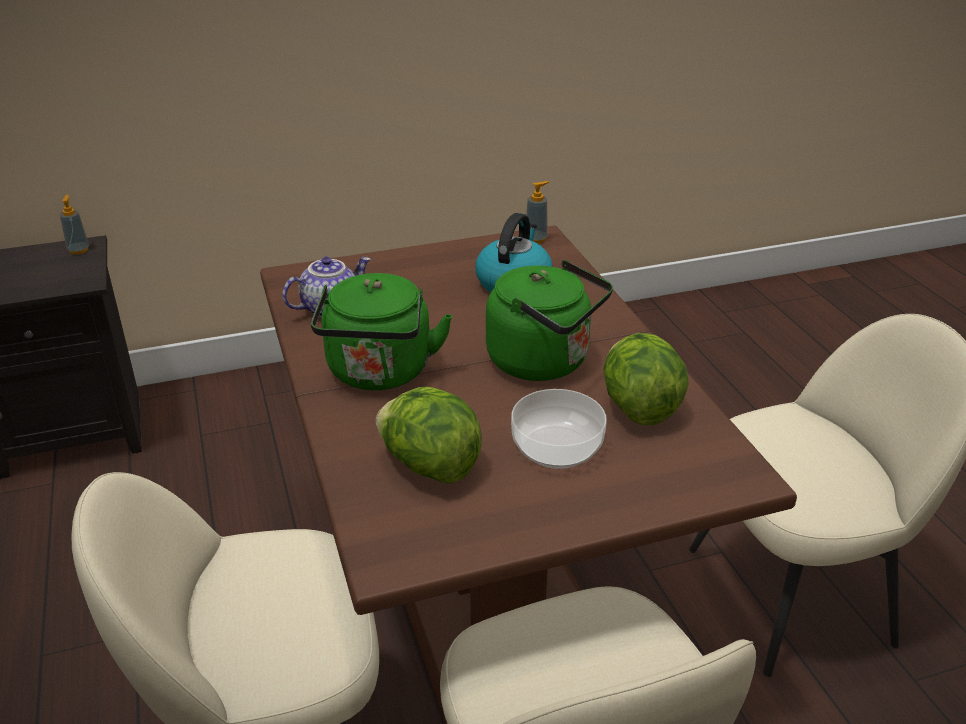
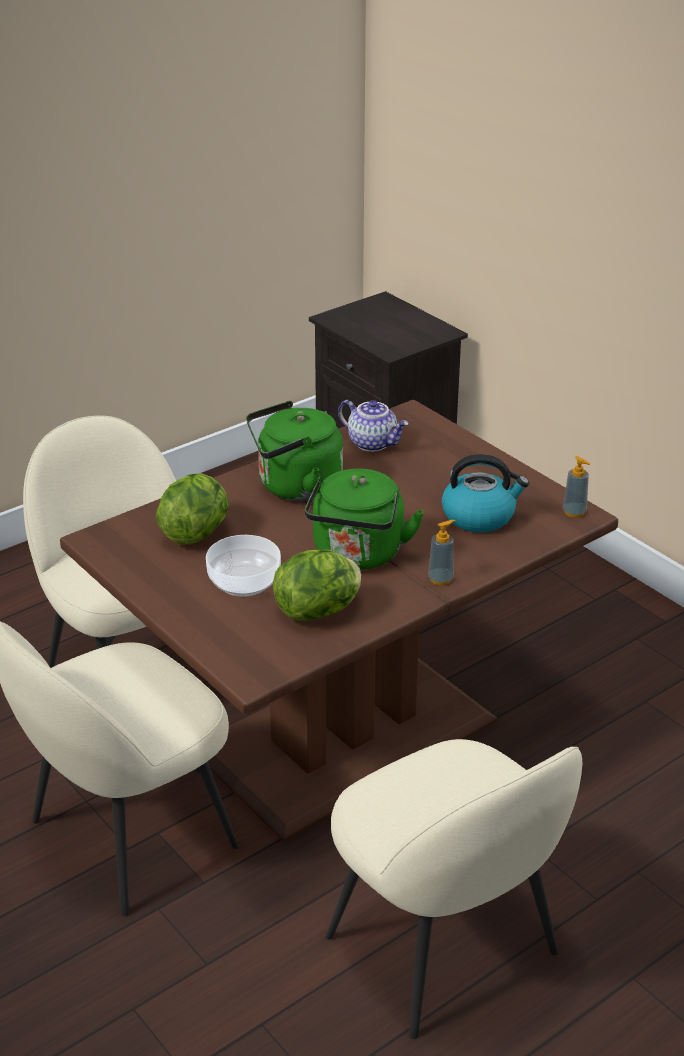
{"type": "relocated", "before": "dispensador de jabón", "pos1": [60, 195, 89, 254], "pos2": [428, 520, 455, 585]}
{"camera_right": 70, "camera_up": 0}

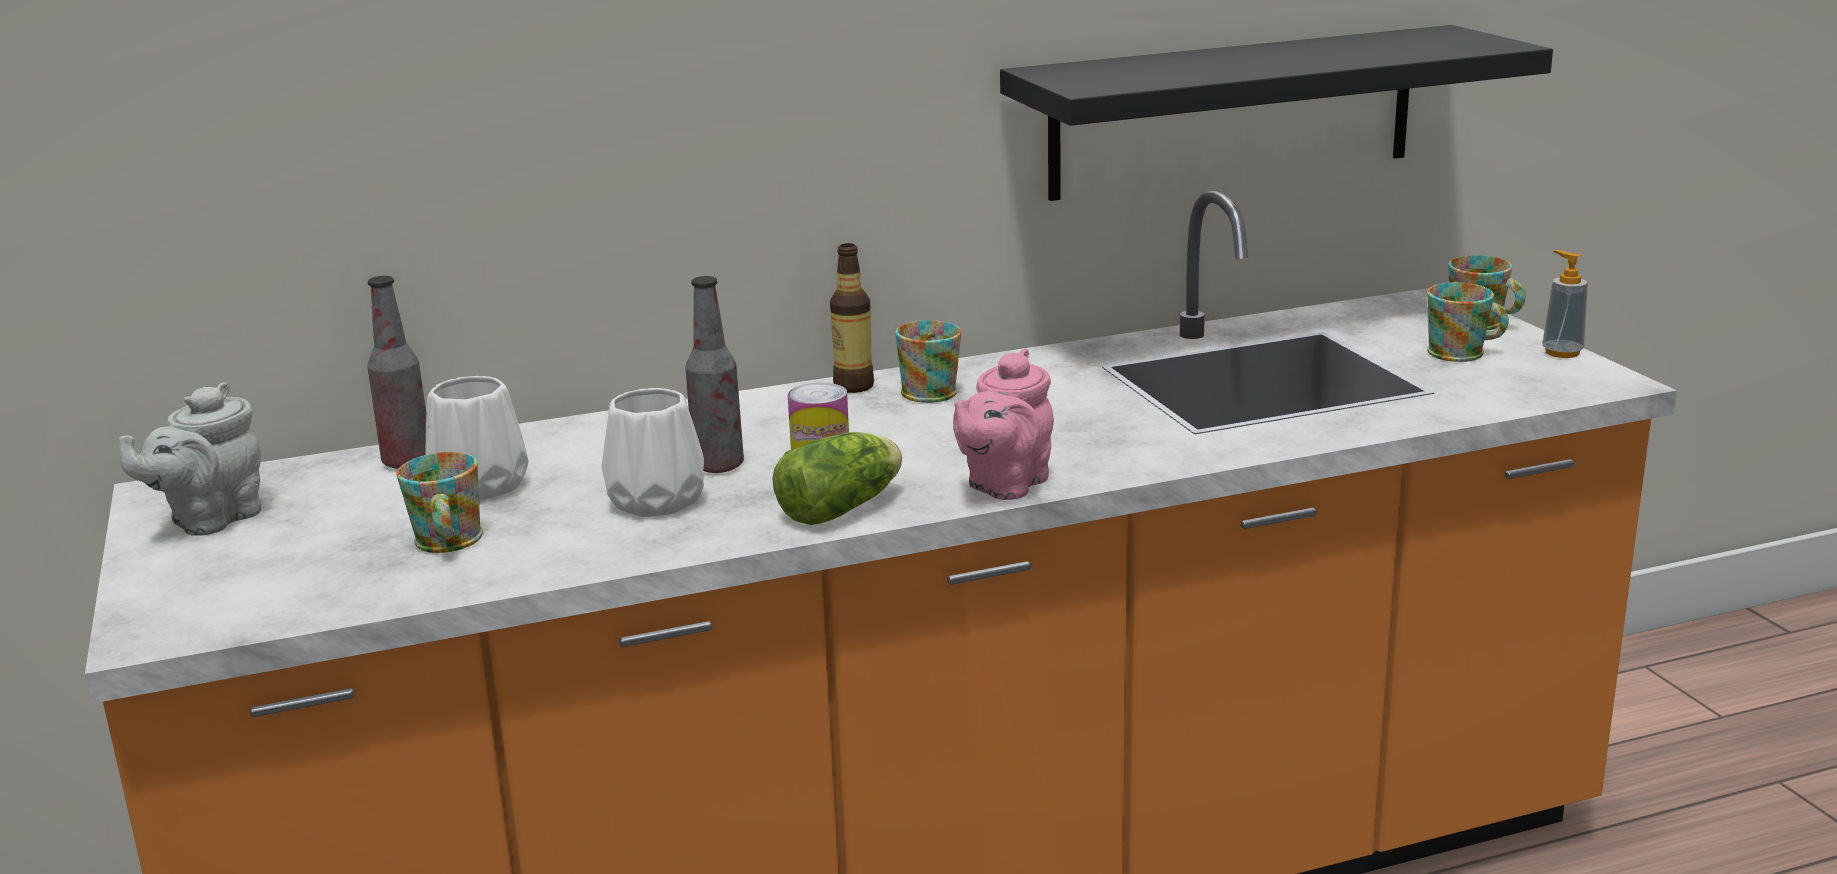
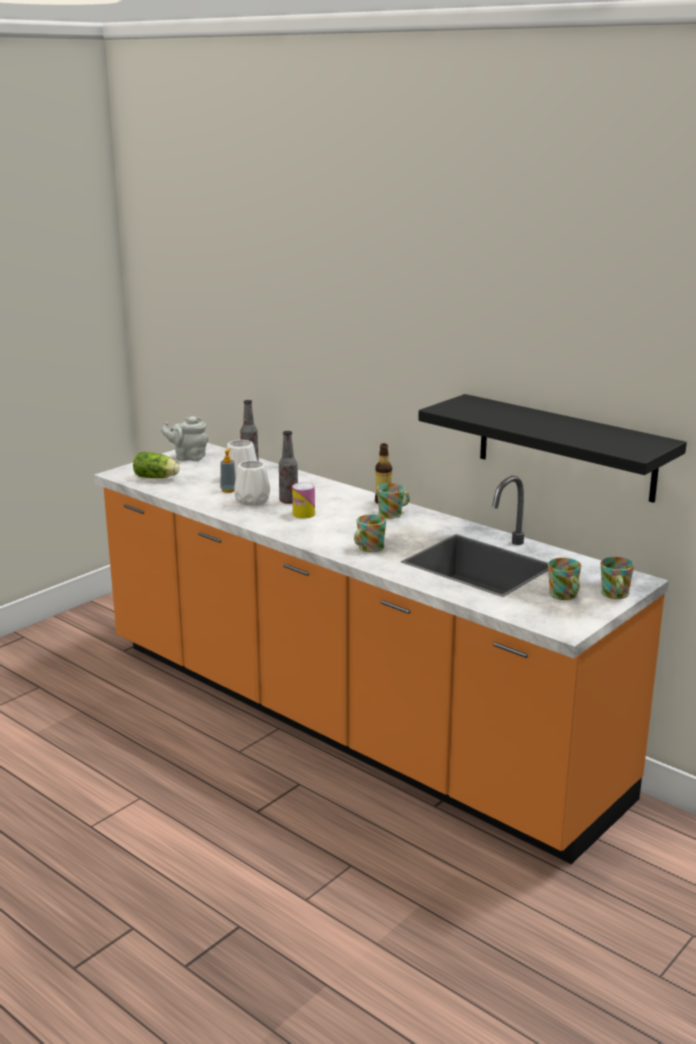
{"type": "relocated", "before": "taza grande", "pos1": [397, 452, 483, 553], "pos2": [354, 514, 386, 552]}
{"type": "relocated", "before": "lechuga", "pos1": [772, 432, 902, 525], "pos2": [133, 452, 180, 478]}
{"type": "missing", "before": "tetera/rosa", "pos1": [953, 348, 1054, 500]}
{"type": "relocated", "before": "dispensador de jabón", "pos1": [1542, 250, 1588, 358], "pos2": [220, 448, 236, 493]}
{"camera_right": 60, "camera_up": 0}

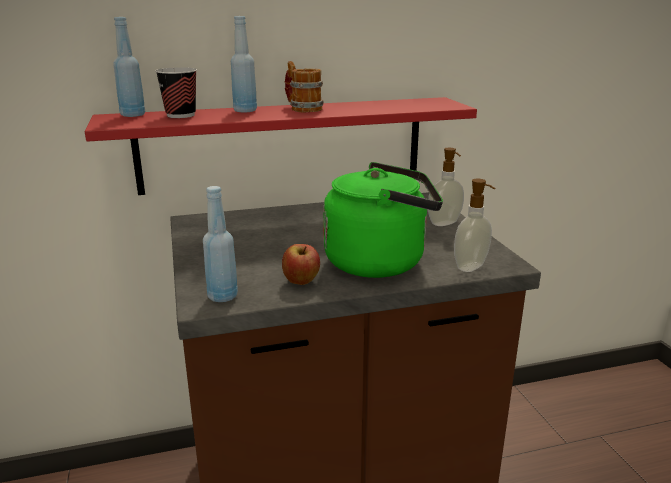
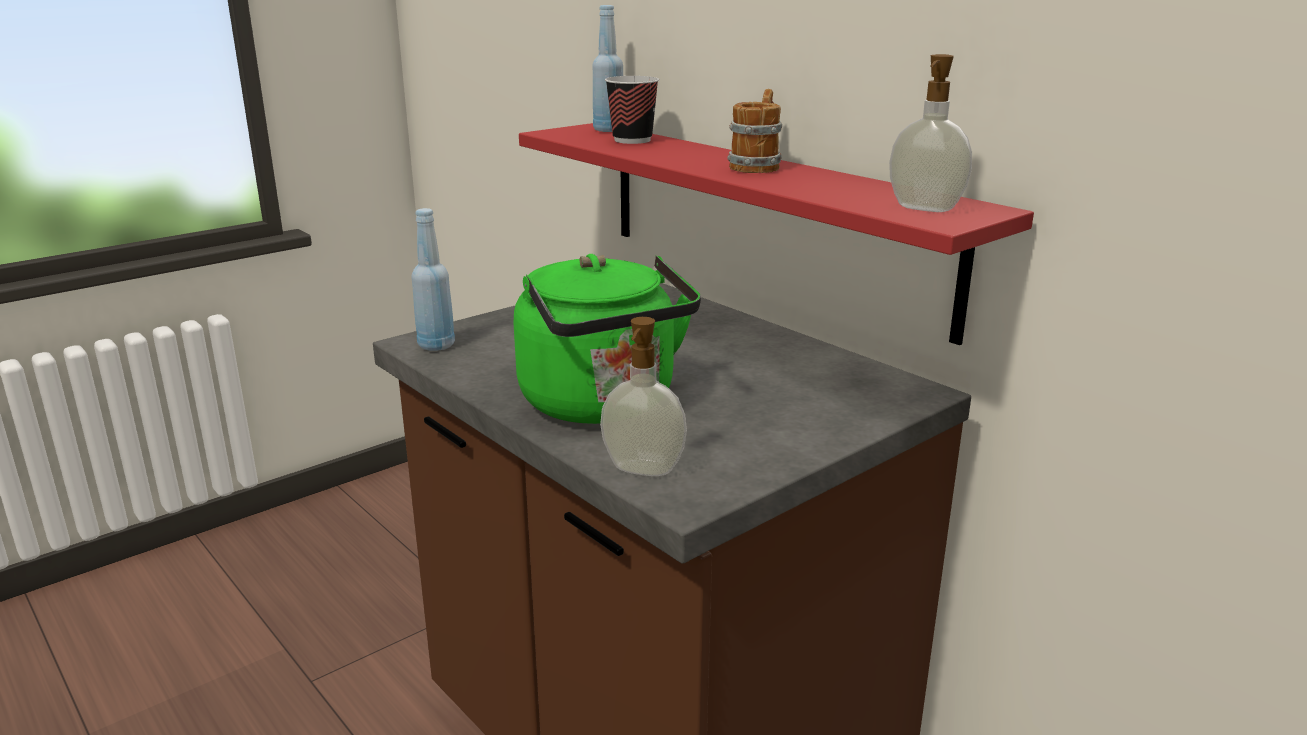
{"type": "missing", "before": "botella/azul", "pos1": [231, 16, 257, 112]}
{"type": "missing", "before": "manzana", "pos1": [282, 244, 320, 285]}
{"type": "relocated", "before": "dispensador de jabón", "pos1": [428, 148, 464, 226], "pos2": [889, 54, 972, 212]}
{"camera_right": 65, "camera_up": 0}

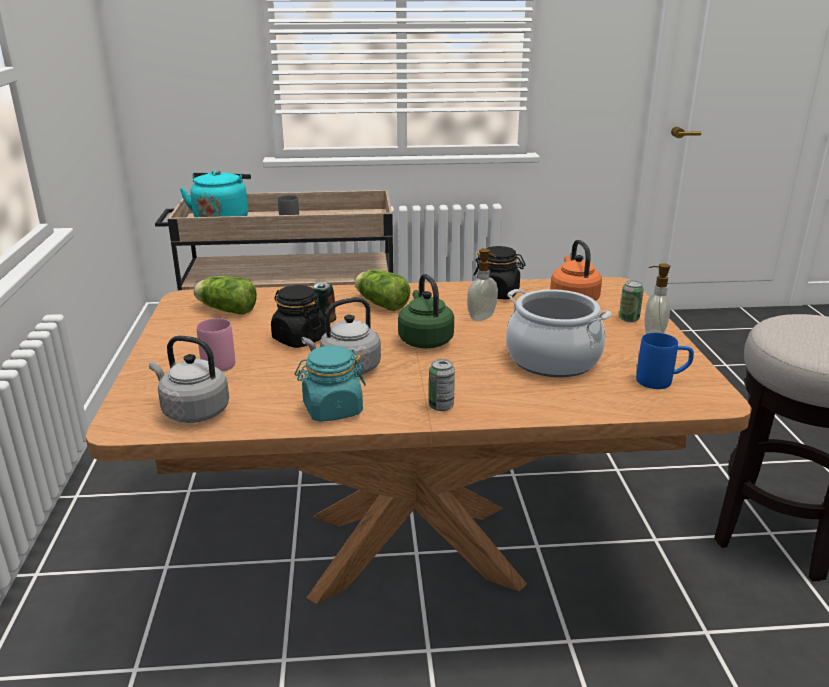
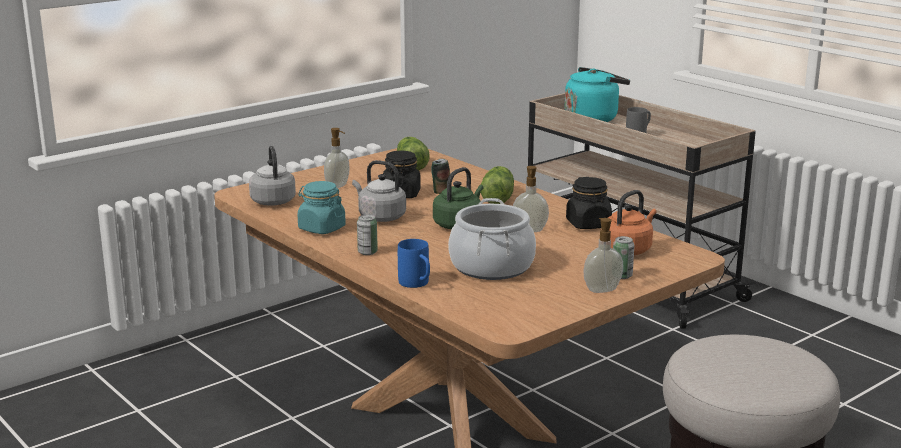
{"type": "exchanged", "before": "taza grande/rosa", "after": "dispensador de jabón", "pos1": [197, 318, 235, 371], "pos2": [324, 128, 350, 189]}
{"type": "relocated", "before": "taza grande/azul", "pos1": [636, 333, 694, 389], "pos2": [398, 239, 430, 288]}
{"camera_right": 55, "camera_up": -5}

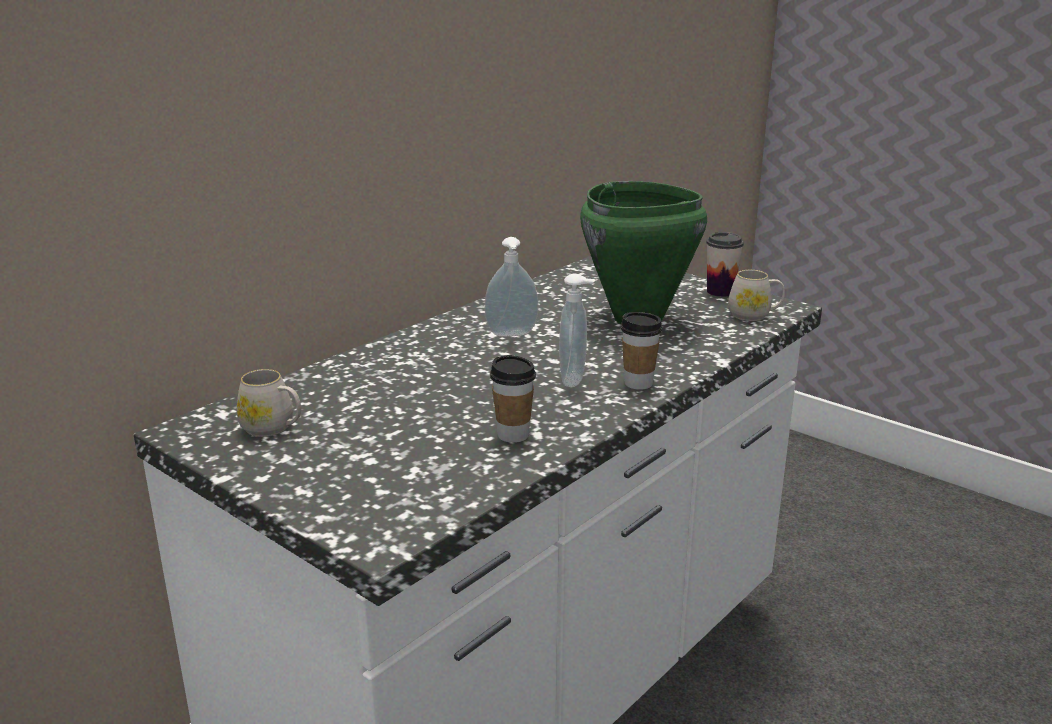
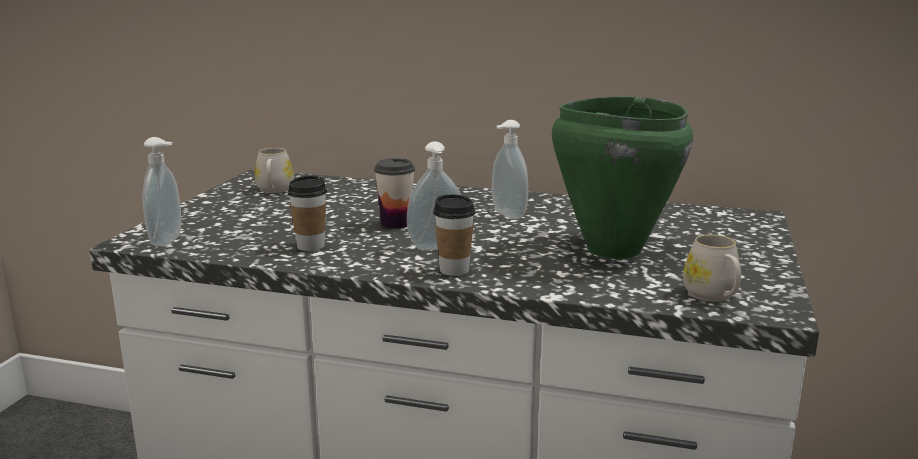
{"type": "relocated", "before": "taza", "pos1": [706, 232, 744, 297], "pos2": [374, 158, 415, 229]}
{"type": "appeared", "after": "dispensador de jabón", "pos2": [142, 137, 181, 246]}
{"camera_right": 65, "camera_up": -5}

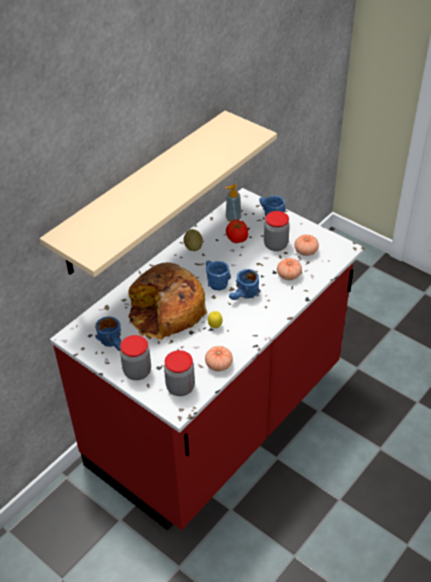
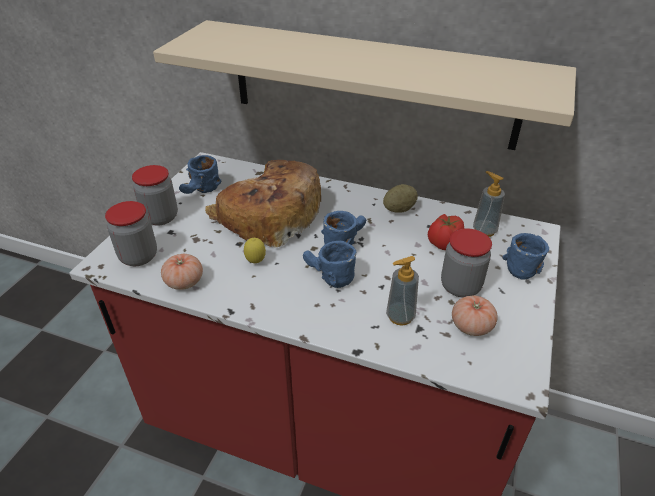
{"type": "exchanged", "before": "tomate", "after": "dispensador de jabón", "pos1": [277, 258, 302, 280], "pos2": [386, 256, 419, 326]}
{"camera_right": 70, "camera_up": -5}

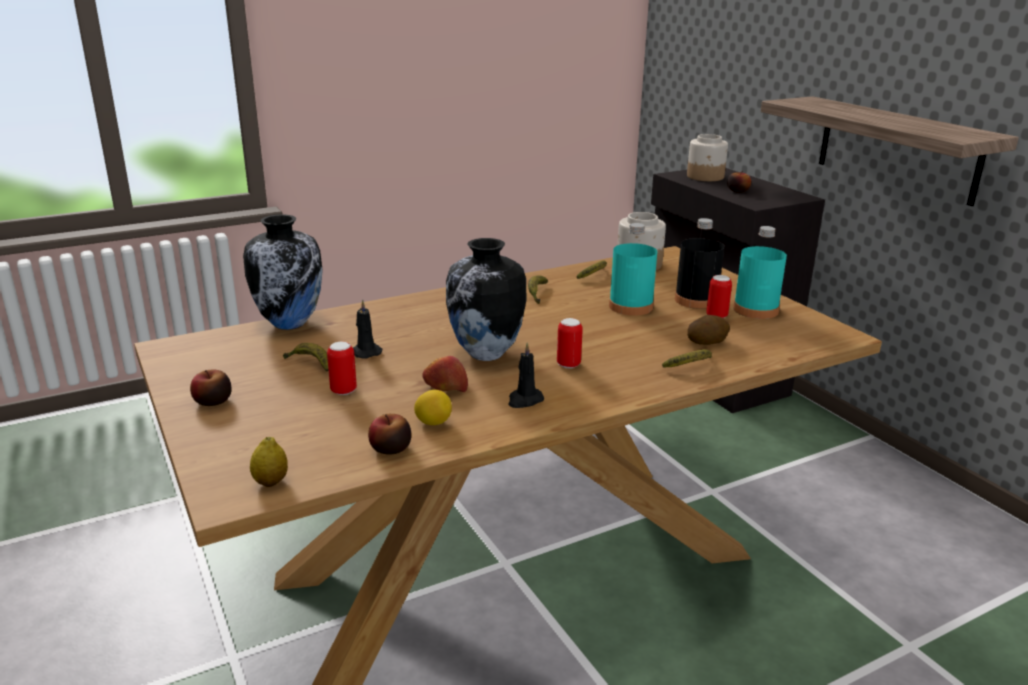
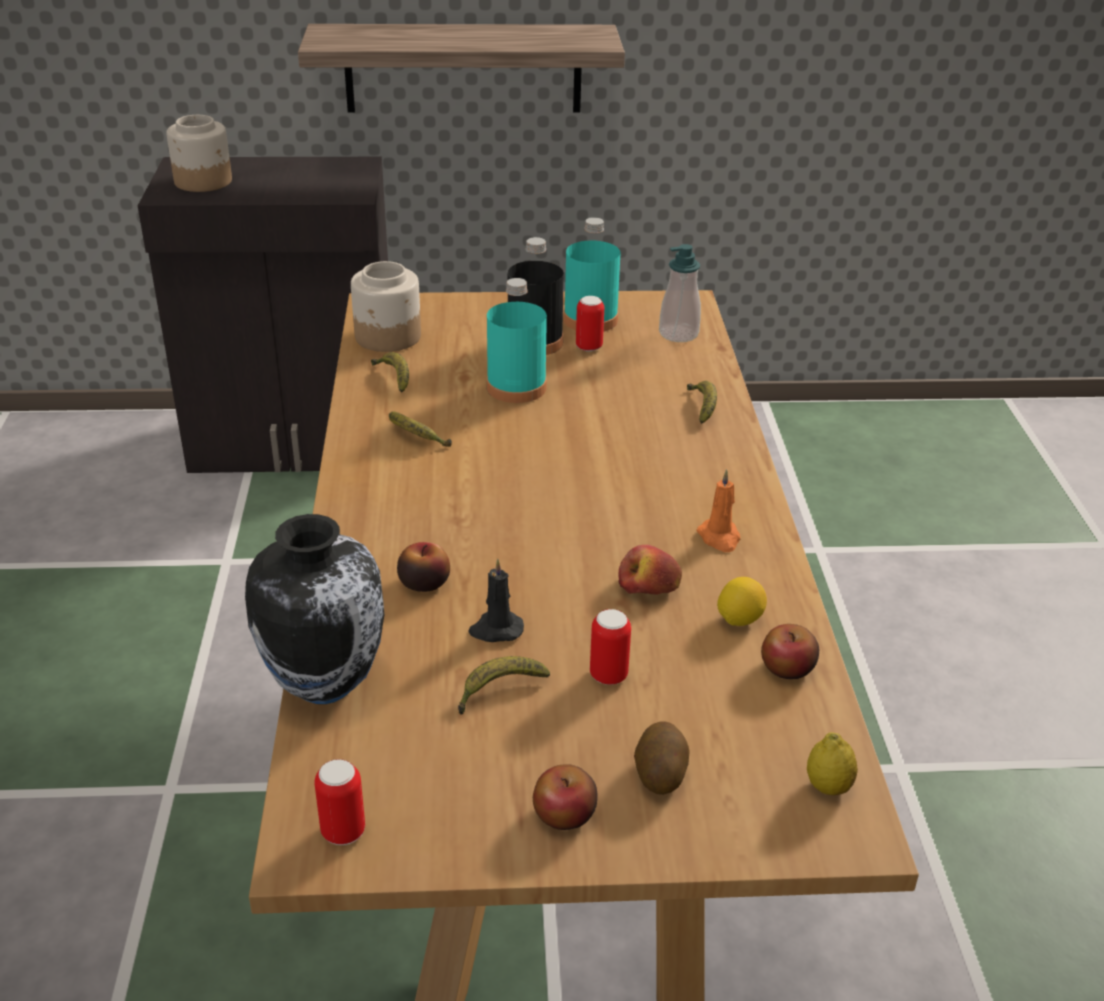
{"type": "missing", "before": "florero", "pos1": [446, 238, 526, 361]}
{"type": "colour", "before": "vela/negro", "after": "vela/naranja", "pos1": [508, 343, 544, 408], "pos2": [697, 469, 740, 552]}
{"type": "relocated", "before": "lata", "pos1": [557, 318, 583, 368], "pos2": [314, 759, 365, 845]}
{"type": "relocated", "before": "patata", "pos1": [688, 315, 730, 345], "pos2": [634, 721, 690, 795]}
{"type": "relocated", "before": "manzana", "pos1": [727, 171, 751, 193], "pos2": [397, 542, 450, 592]}
{"type": "appeared", "after": "dispensador de jabón", "pos2": [659, 244, 701, 342]}
{"camera_right": -65, "camera_up": 10}

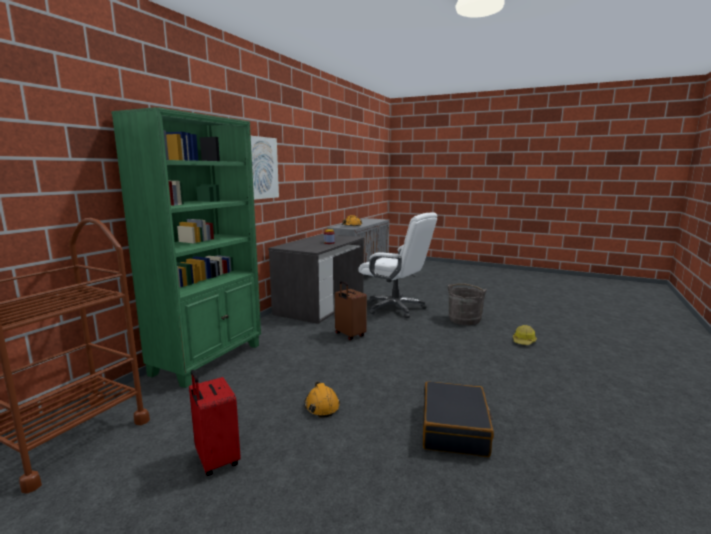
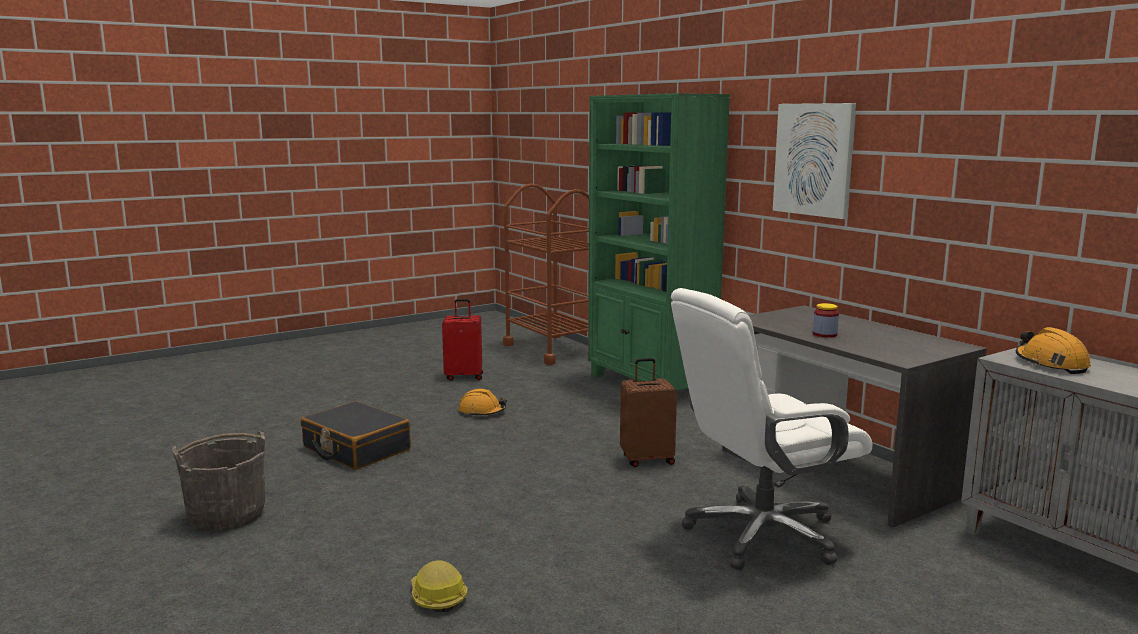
{"type": "relocated", "before": "cubo/gris", "pos1": [448, 284, 487, 325], "pos2": [172, 431, 265, 531]}
{"camera_right": 120, "camera_up": 0}

